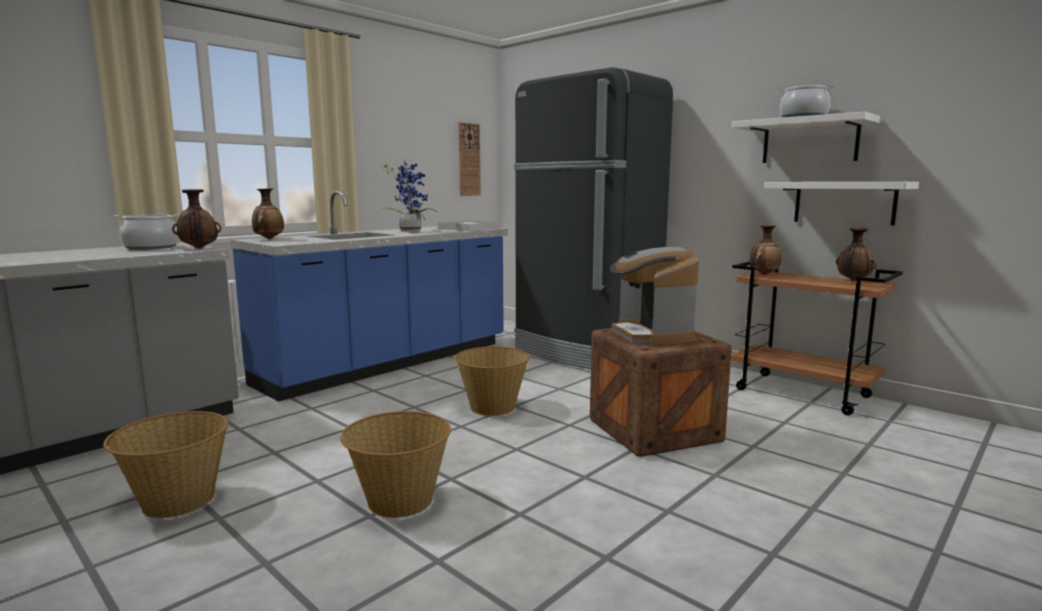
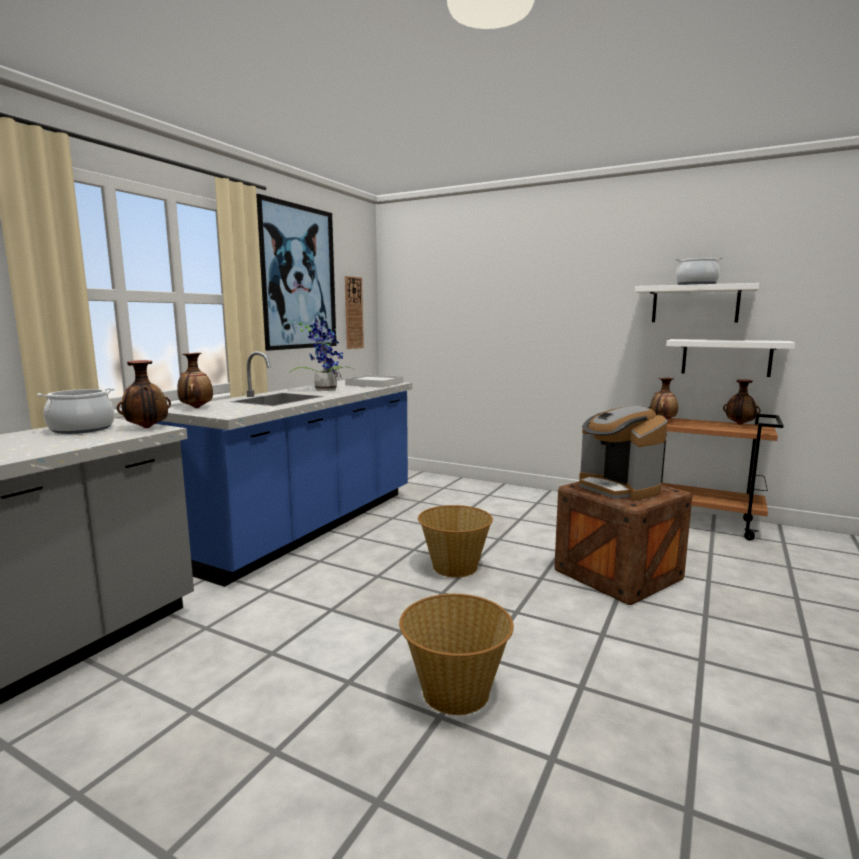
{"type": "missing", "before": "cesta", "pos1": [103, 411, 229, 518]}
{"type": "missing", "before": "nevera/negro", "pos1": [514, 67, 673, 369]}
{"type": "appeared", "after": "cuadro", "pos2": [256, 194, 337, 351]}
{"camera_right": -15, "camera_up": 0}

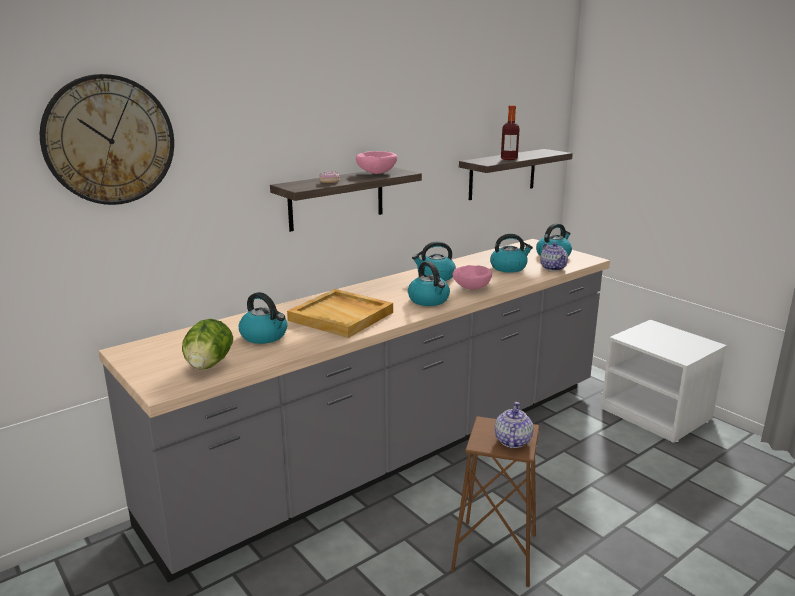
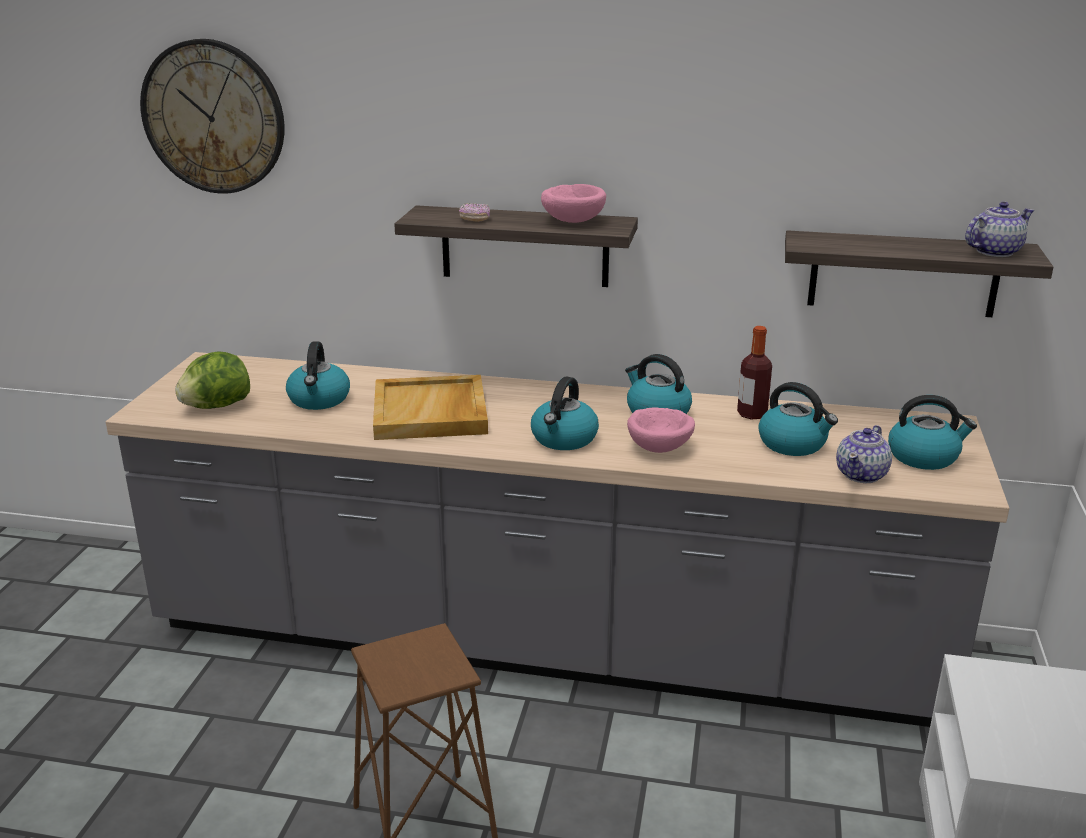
{"type": "relocated", "before": "tetera", "pos1": [495, 402, 533, 449], "pos2": [965, 202, 1034, 257]}
{"type": "relocated", "before": "botella", "pos1": [501, 105, 520, 160], "pos2": [737, 326, 772, 420]}
{"camera_right": 50, "camera_up": 5}

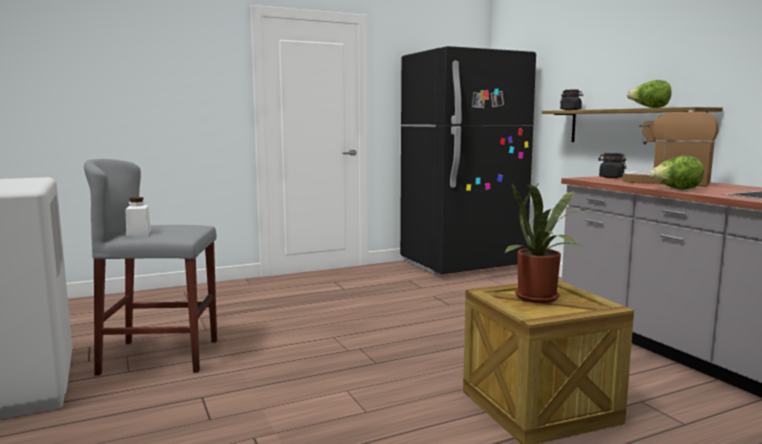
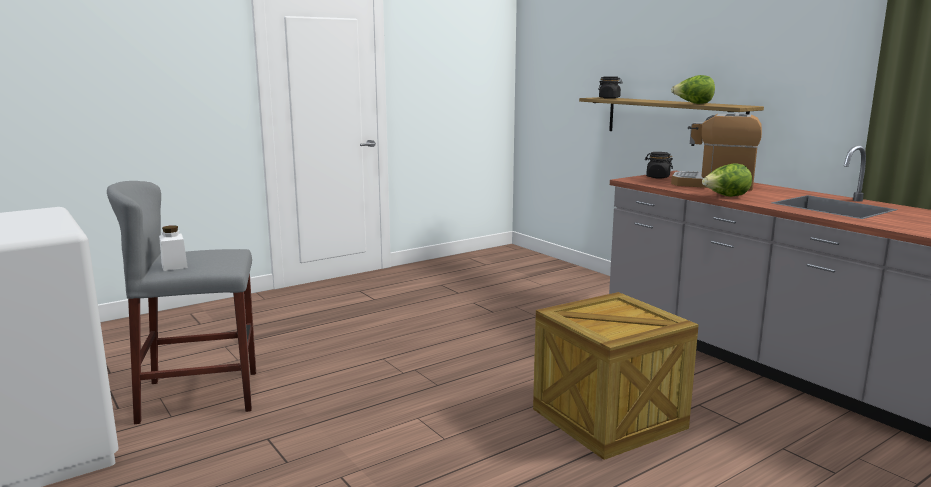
{"type": "missing", "before": "nevera/negro", "pos1": [400, 46, 536, 274]}
{"type": "missing", "before": "planta en maceta", "pos1": [505, 183, 591, 303]}
{"camera_right": -10, "camera_up": 5}

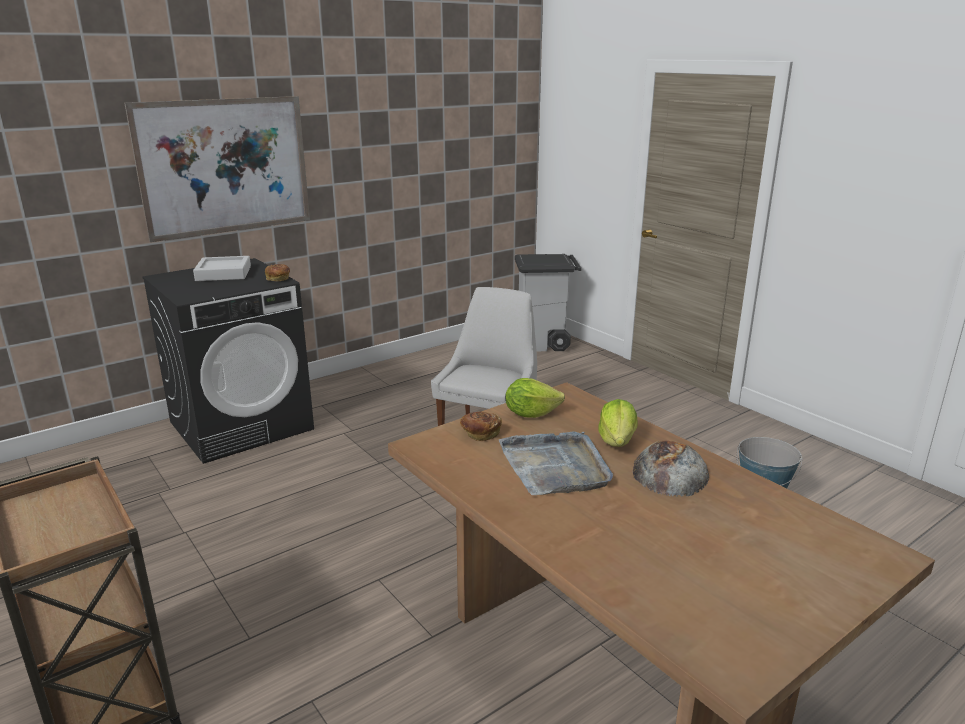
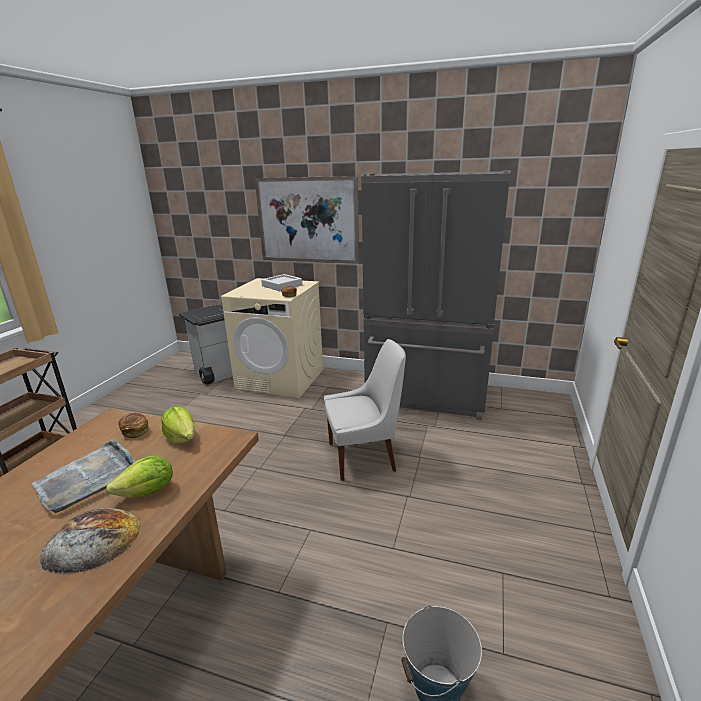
{"type": "colour", "before": "lavadora/negro", "after": "lavadora/beis", "pos1": [142, 258, 314, 464], "pos2": [221, 278, 323, 398]}
{"type": "relocated", "before": "papelera/gris", "pos1": [515, 254, 581, 351], "pos2": [179, 305, 233, 384]}
{"type": "appeared", "after": "nevera/gris", "pos2": [361, 171, 511, 420]}
{"camera_right": 55, "camera_up": 0}

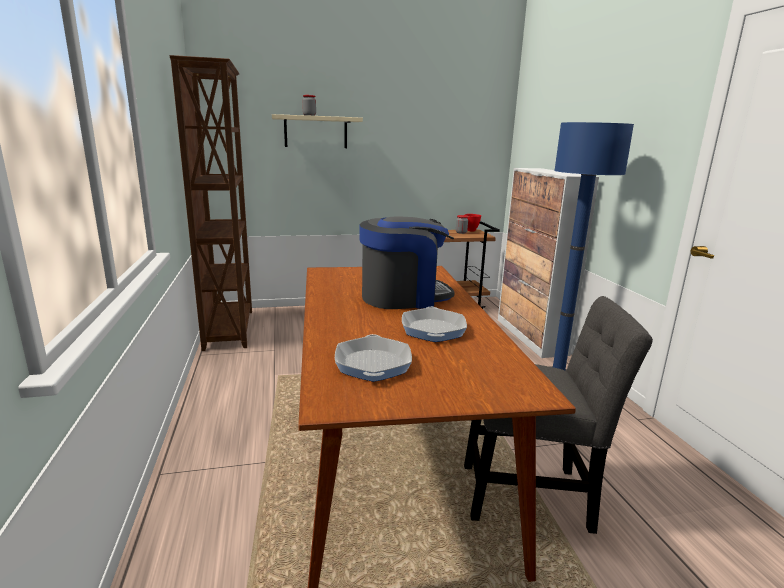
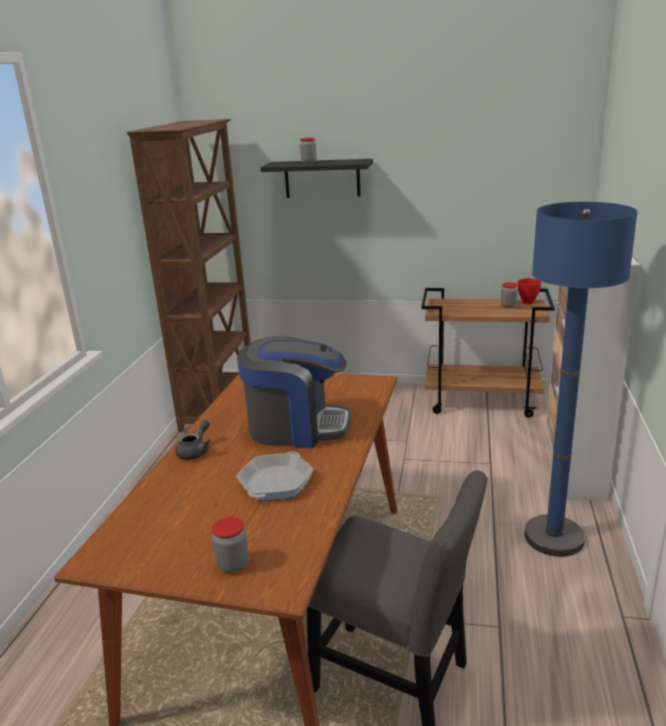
{"type": "colour", "before": "estante/beis", "after": "estante/negro", "pos1": [272, 114, 363, 148], "pos2": [261, 159, 373, 198]}
{"type": "missing", "before": "sartén", "pos1": [335, 334, 412, 382]}
{"type": "appeared", "after": "tetera/gris", "pos2": [175, 420, 211, 460]}
{"type": "appeared", "after": "tarro", "pos2": [212, 517, 249, 573]}
{"camera_right": 25, "camera_up": 5}

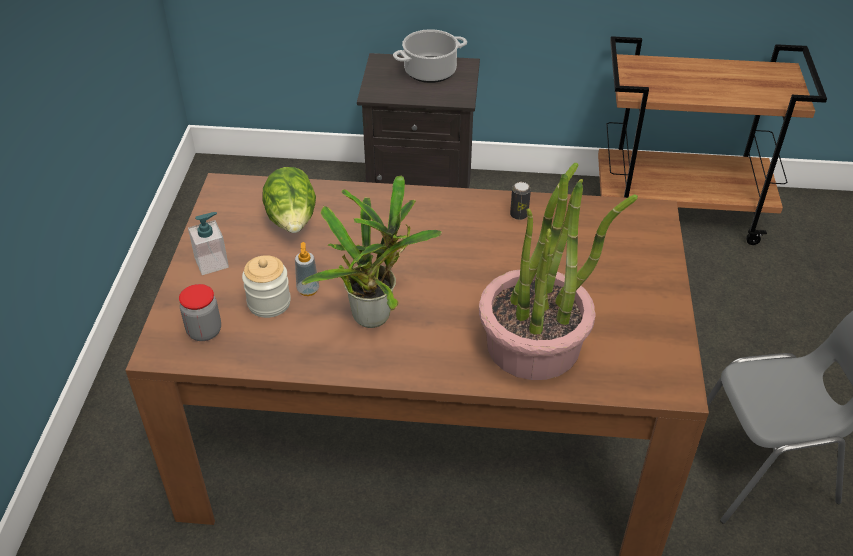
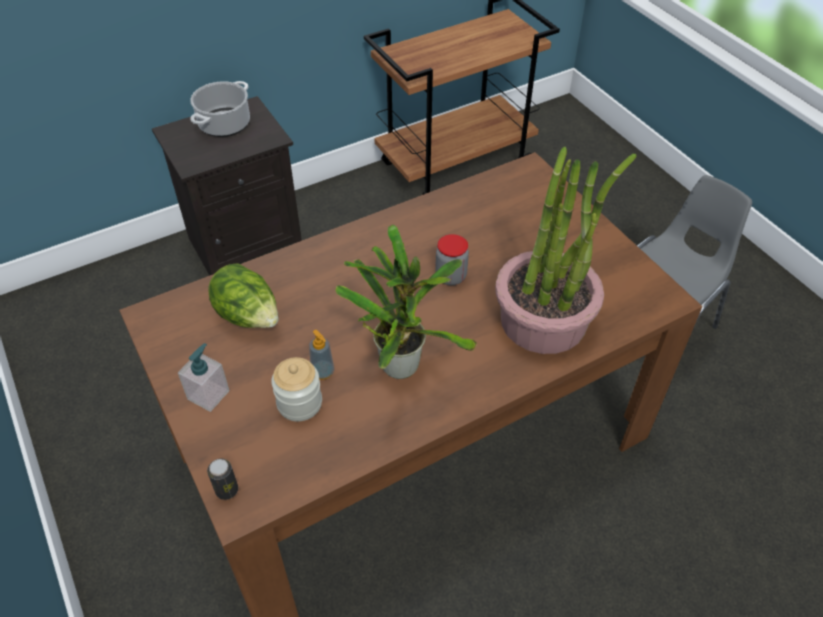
{"type": "relocated", "before": "tarro", "pos1": [179, 284, 221, 341], "pos2": [435, 234, 469, 285]}
{"type": "relocated", "before": "lata", "pos1": [510, 182, 531, 220], "pos2": [207, 459, 238, 500]}
{"camera_right": -35, "camera_up": 5}

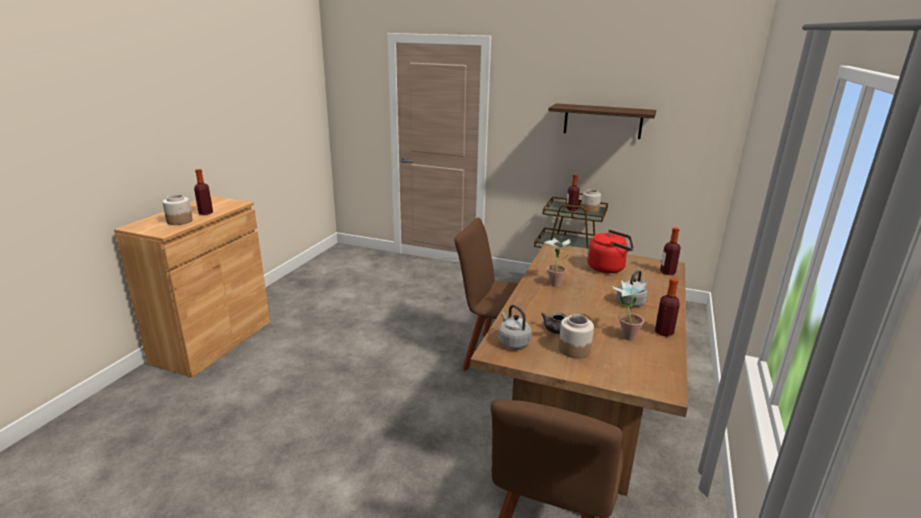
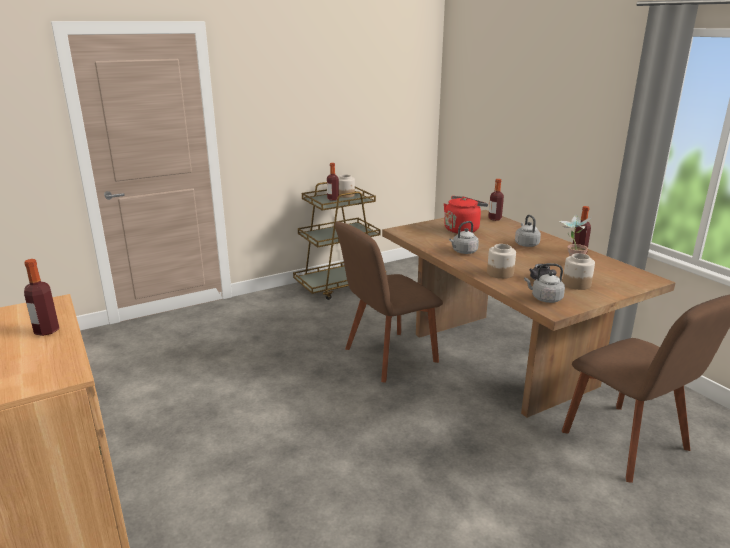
{"type": "relocated", "before": "tarro", "pos1": [162, 194, 193, 225], "pos2": [487, 244, 516, 279]}
{"type": "exchanged", "before": "planta en maceta", "after": "hervidor/gris", "pos1": [544, 236, 574, 287], "pos2": [449, 221, 479, 254]}
{"type": "missing", "before": "estante", "pos1": [548, 103, 656, 139]}
{"camera_right": -50, "camera_up": 0}

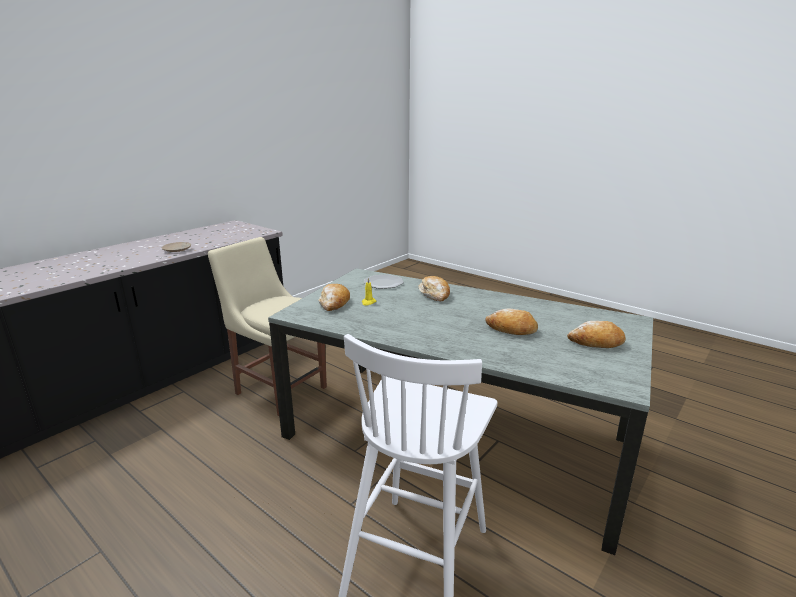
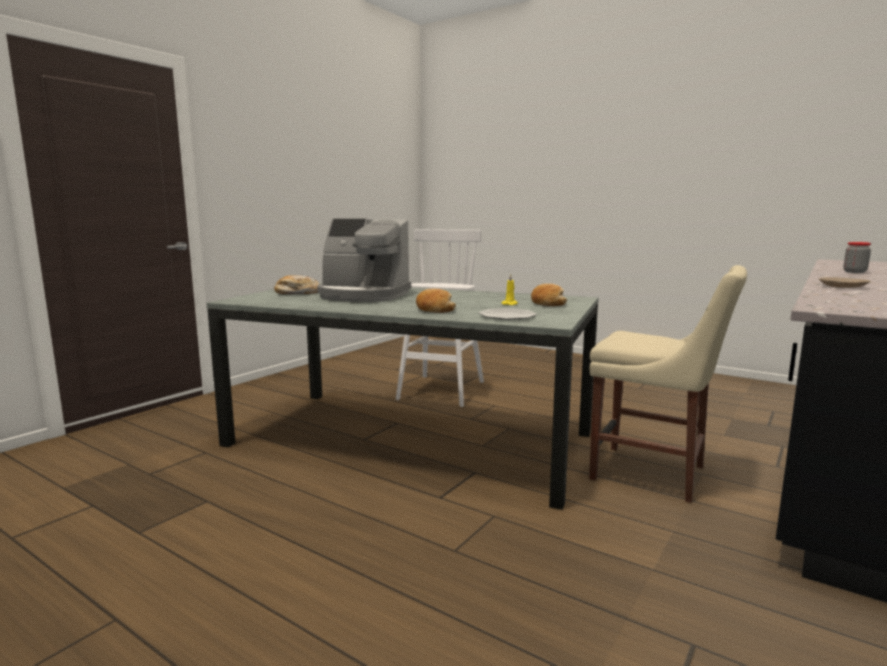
{"type": "exchanged", "before": "pan", "after": "cafetera", "pos1": [485, 308, 538, 335], "pos2": [317, 219, 411, 302]}
{"type": "appeared", "after": "tarro", "pos2": [843, 242, 871, 273]}
{"camera_right": 175, "camera_up": -10}

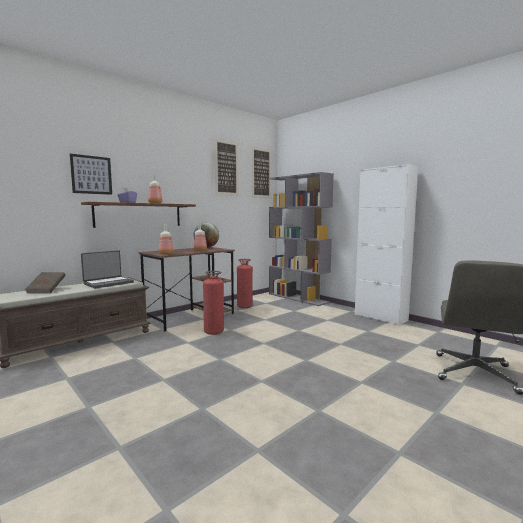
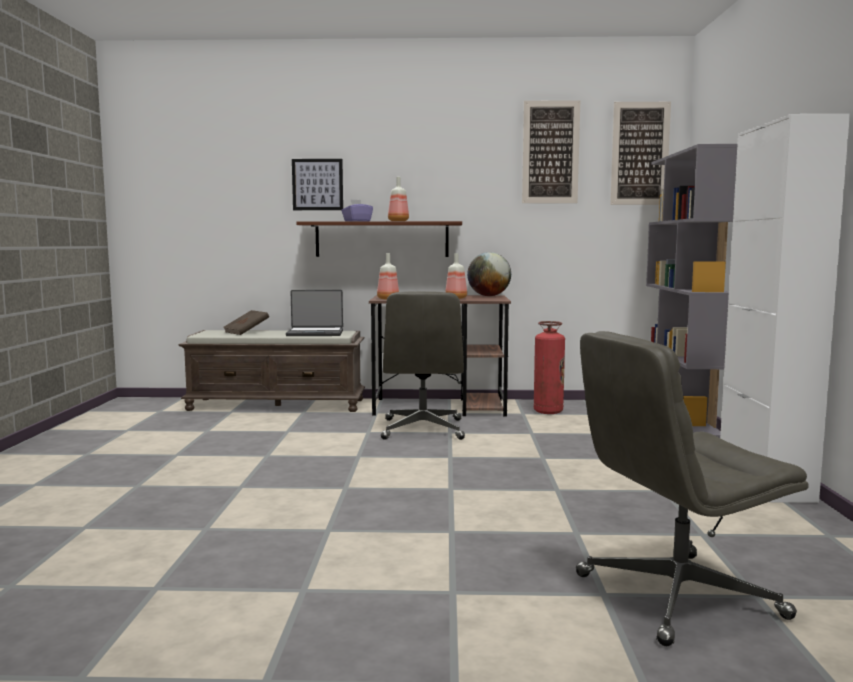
{"type": "exchanged", "before": "extintor", "after": "silla de oficina/gris", "pos1": [203, 271, 224, 335], "pos2": [381, 291, 465, 440]}
{"camera_right": 45, "camera_up": 0}

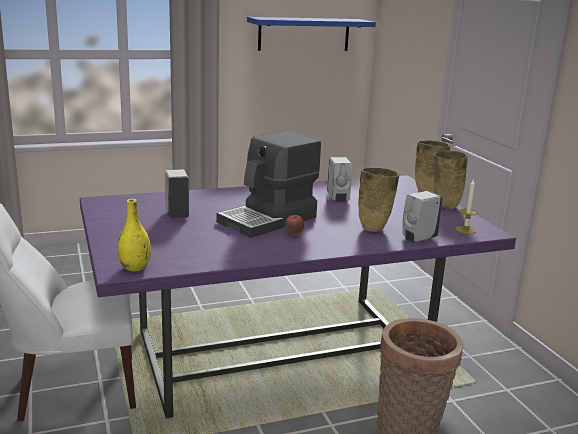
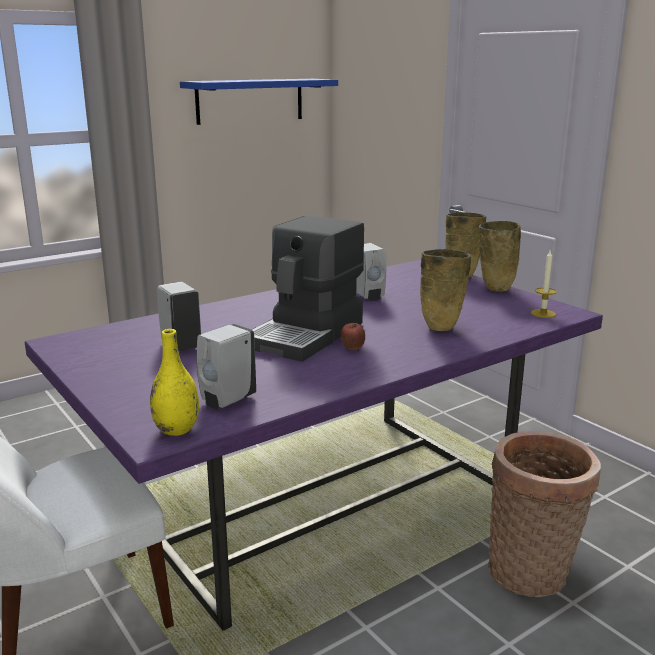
{"type": "relocated", "before": "dispensador de jabón/blanco", "pos1": [403, 191, 443, 243], "pos2": [196, 324, 256, 410]}
{"camera_right": -15, "camera_up": 0}

